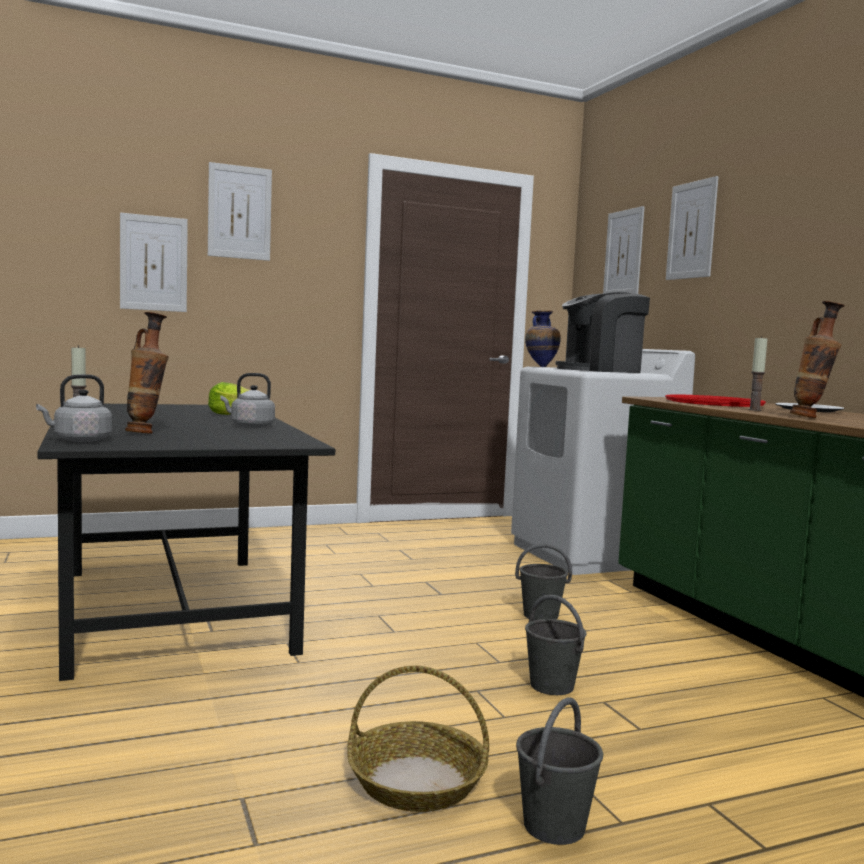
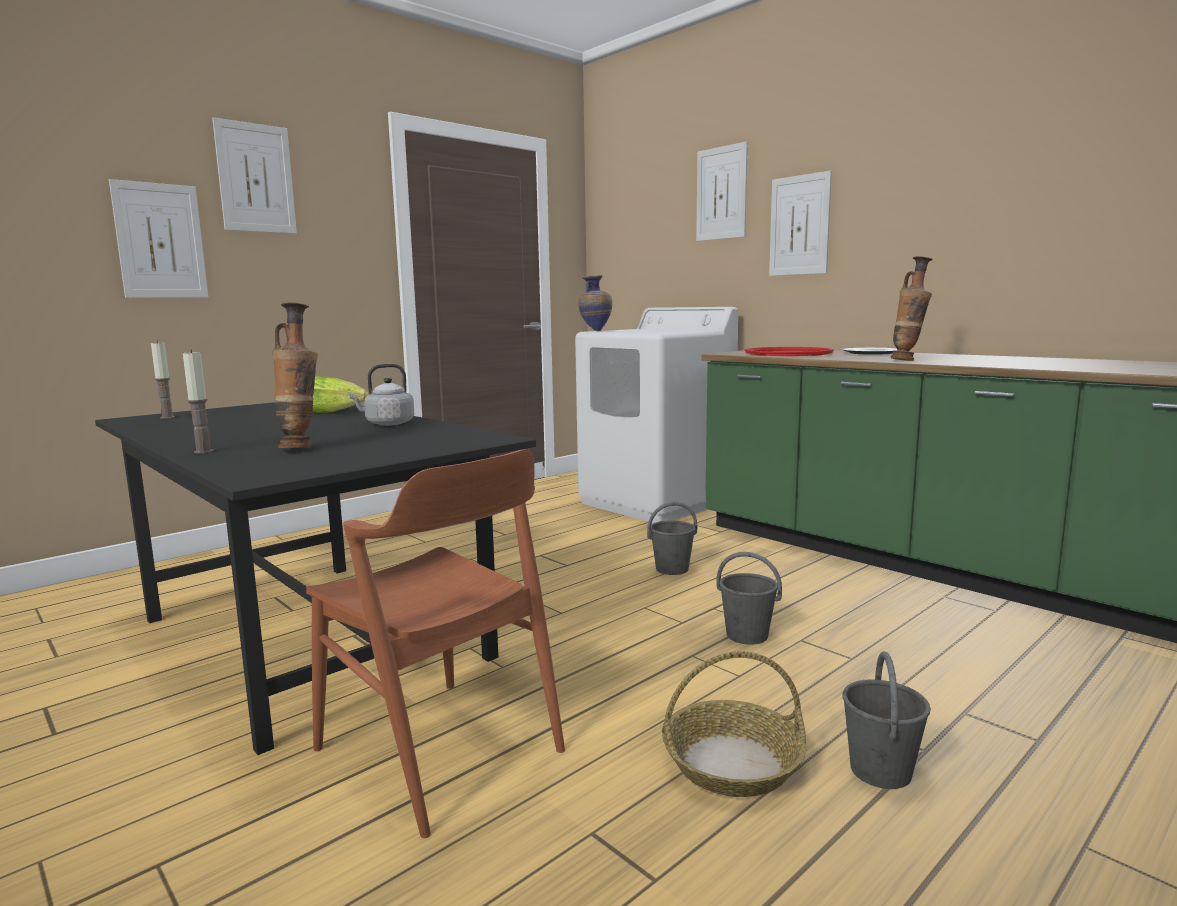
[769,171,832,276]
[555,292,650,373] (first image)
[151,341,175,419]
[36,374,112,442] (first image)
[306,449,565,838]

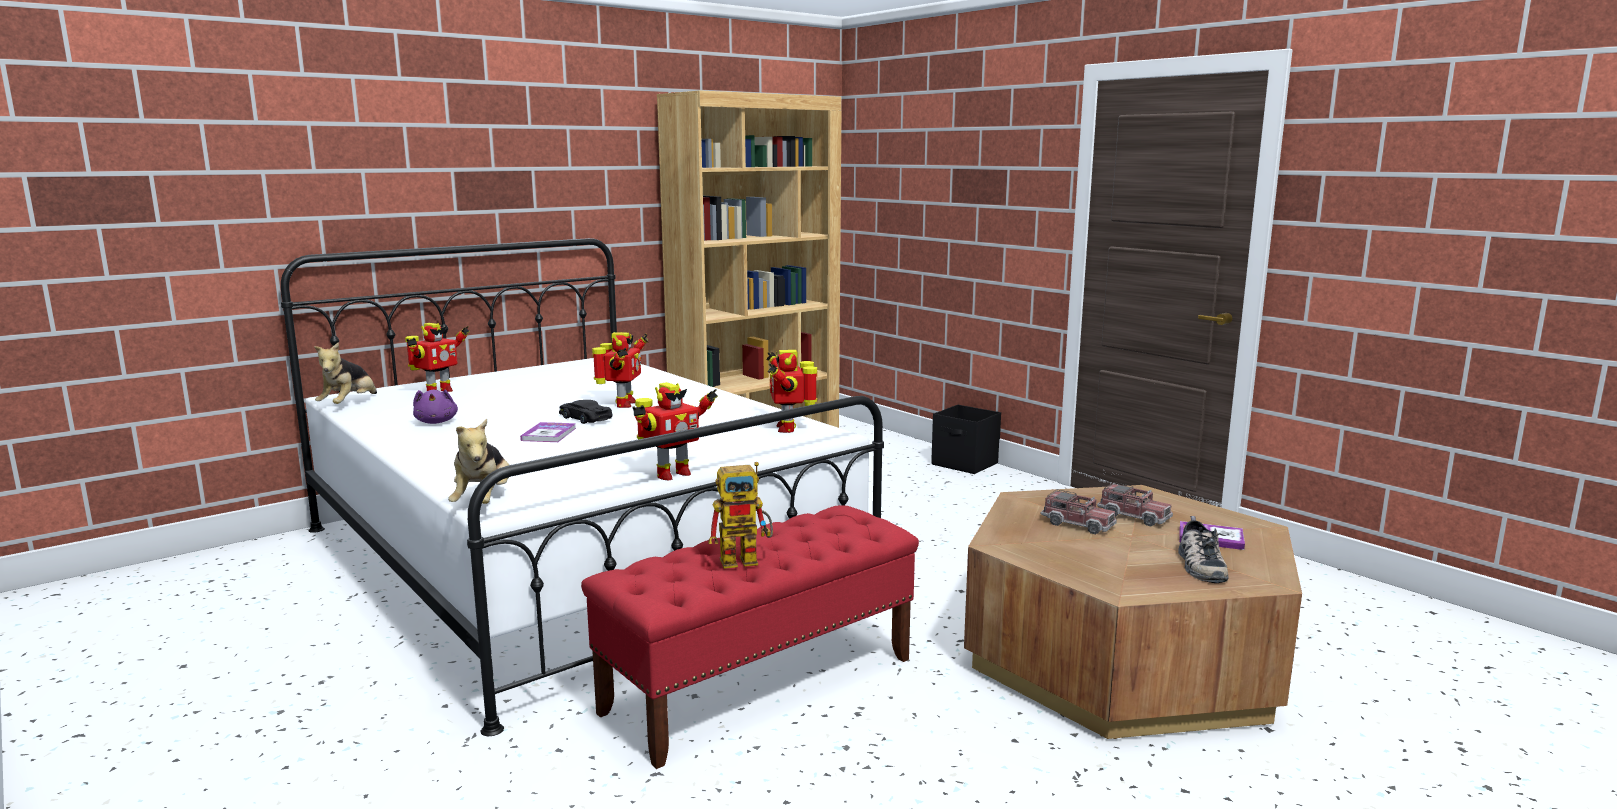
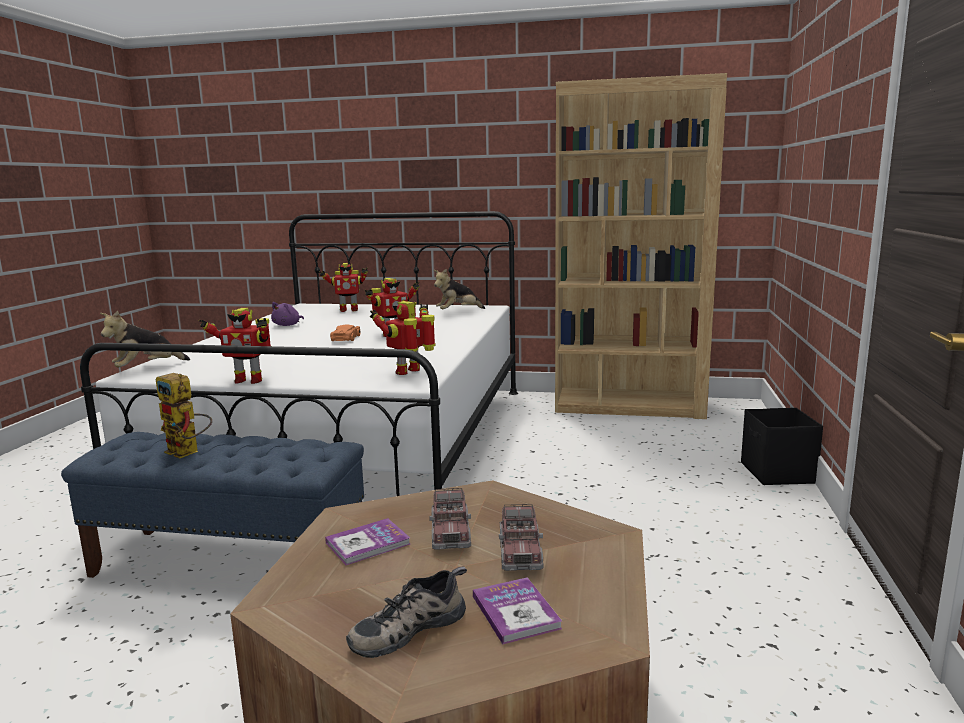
[434,269,485,309]
[330,324,361,341]
[325,518,410,565]
[61,432,364,578]

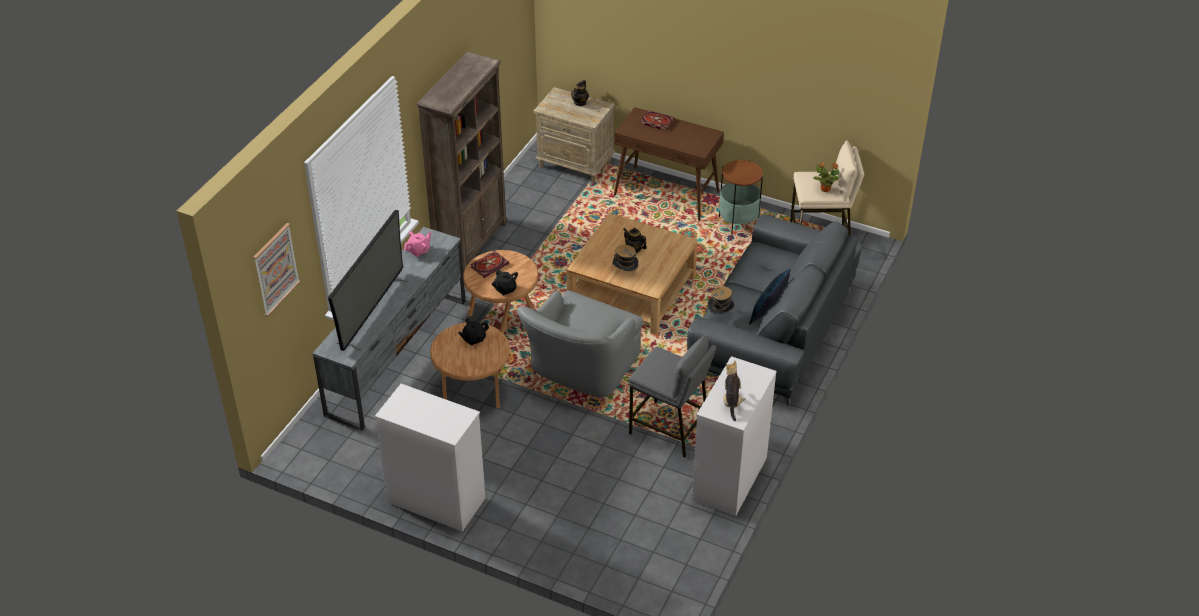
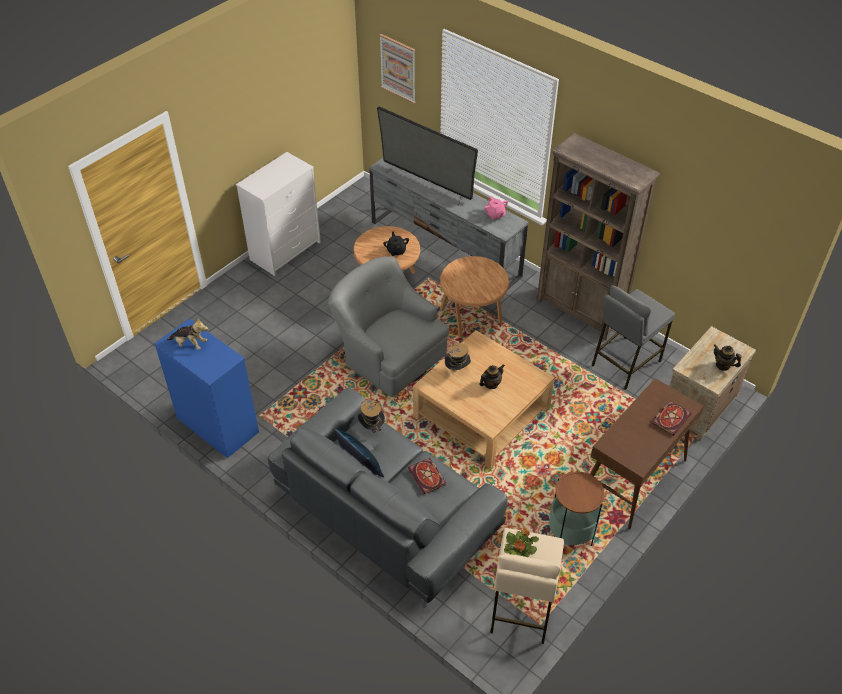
[408,458,446,494]
[492,269,518,296] (first image)
[591,285,675,390]
[154,319,259,458]

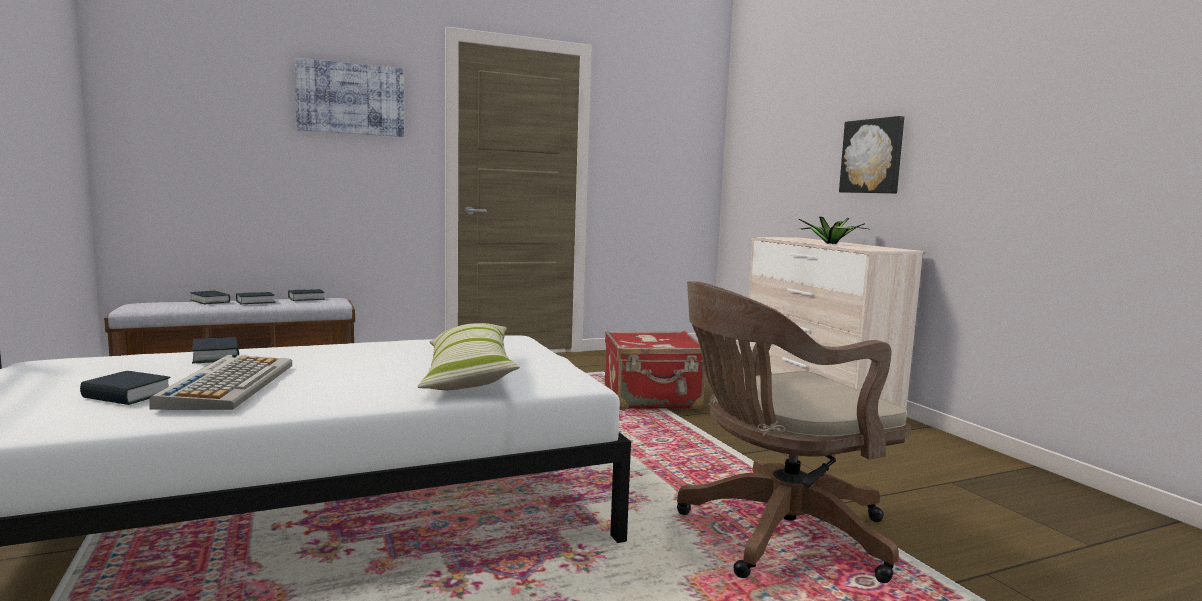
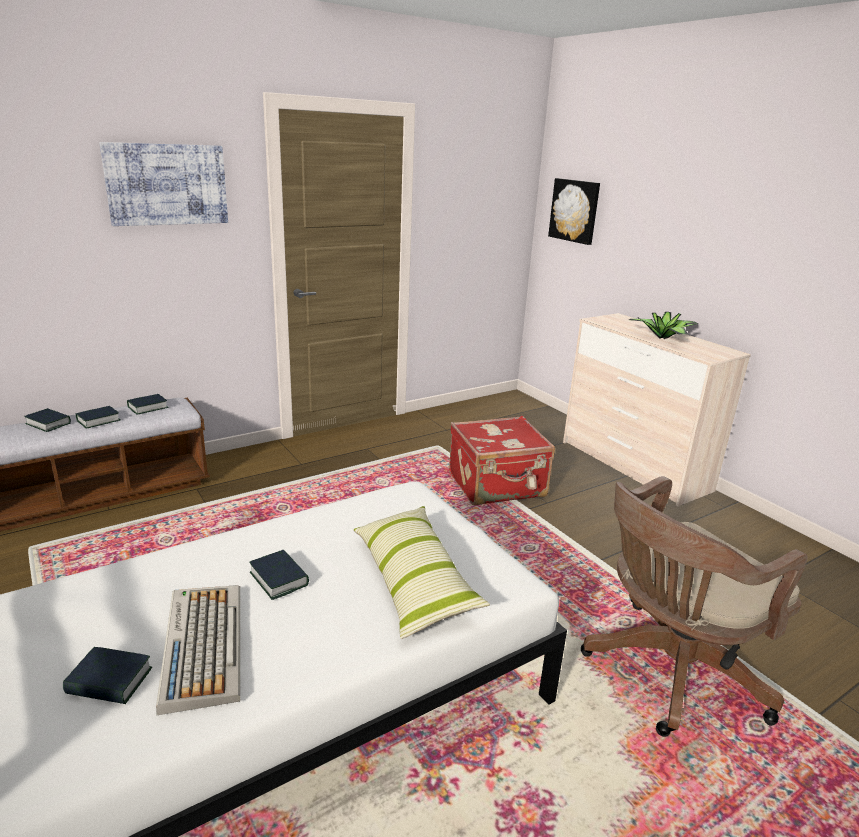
[548,178,600,245]
[249,550,309,600]

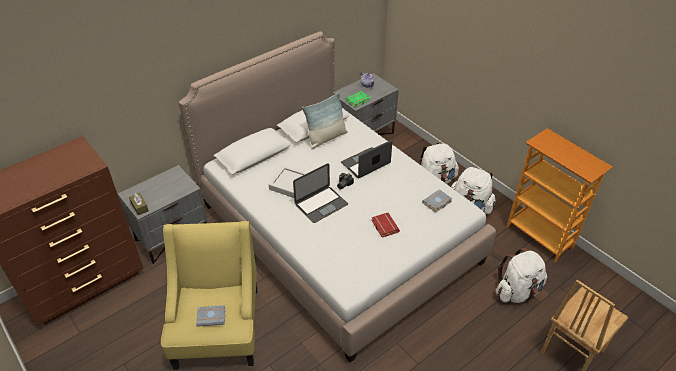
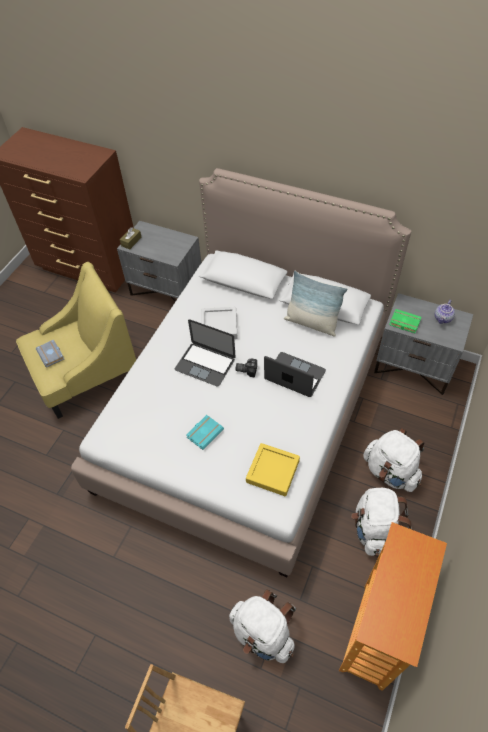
[246,443,300,496]
[186,415,224,450]

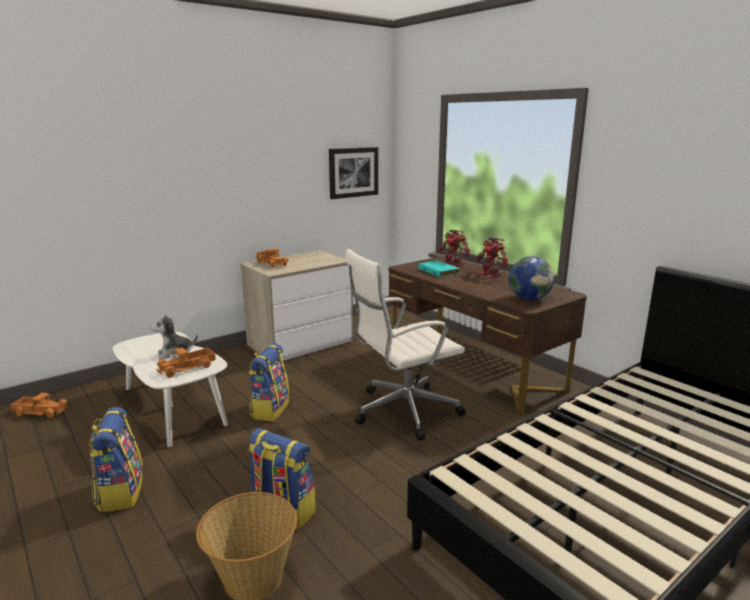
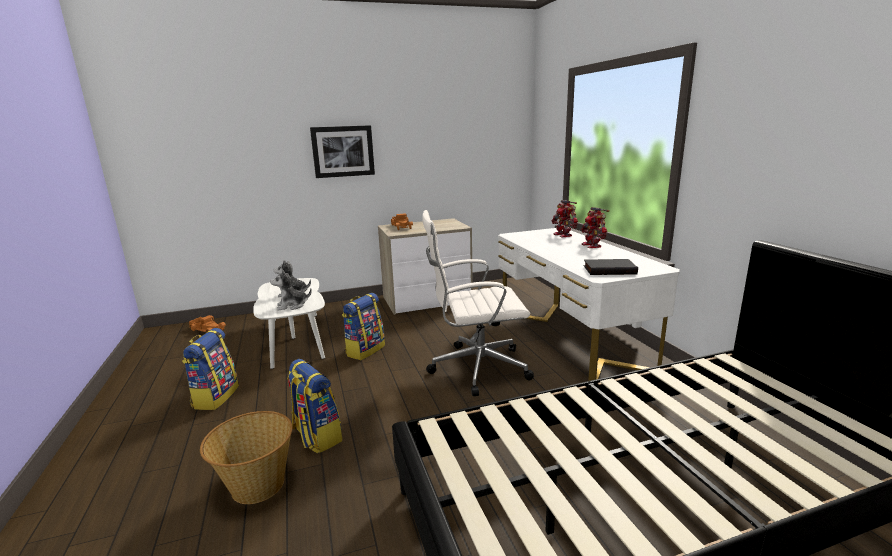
[310,125,375,178]
[584,259,638,275]
[498,228,680,381]
[418,261,460,277] (first image)
[270,270,312,311]

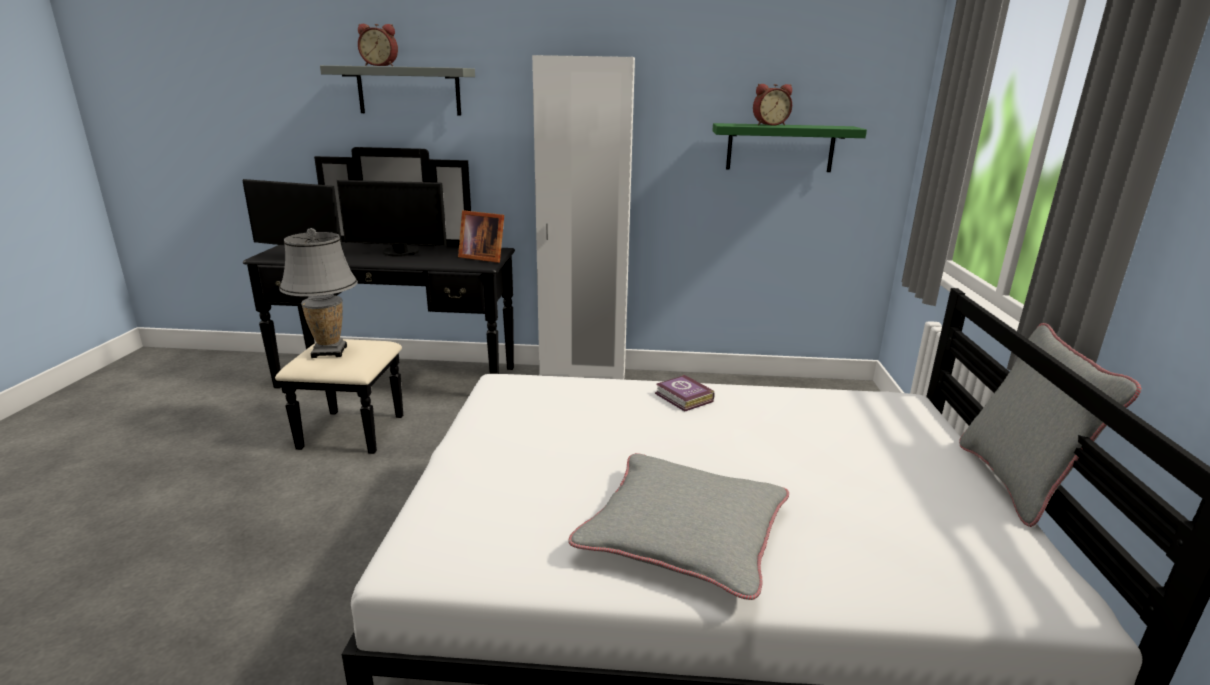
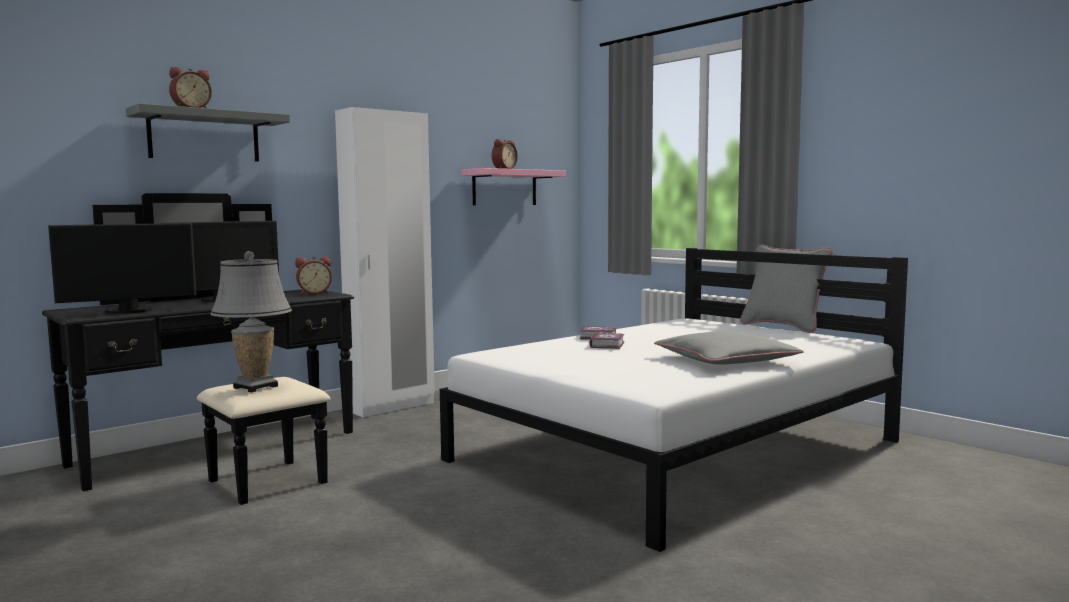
[462,168,566,205]
[295,257,332,294]
[590,332,624,349]

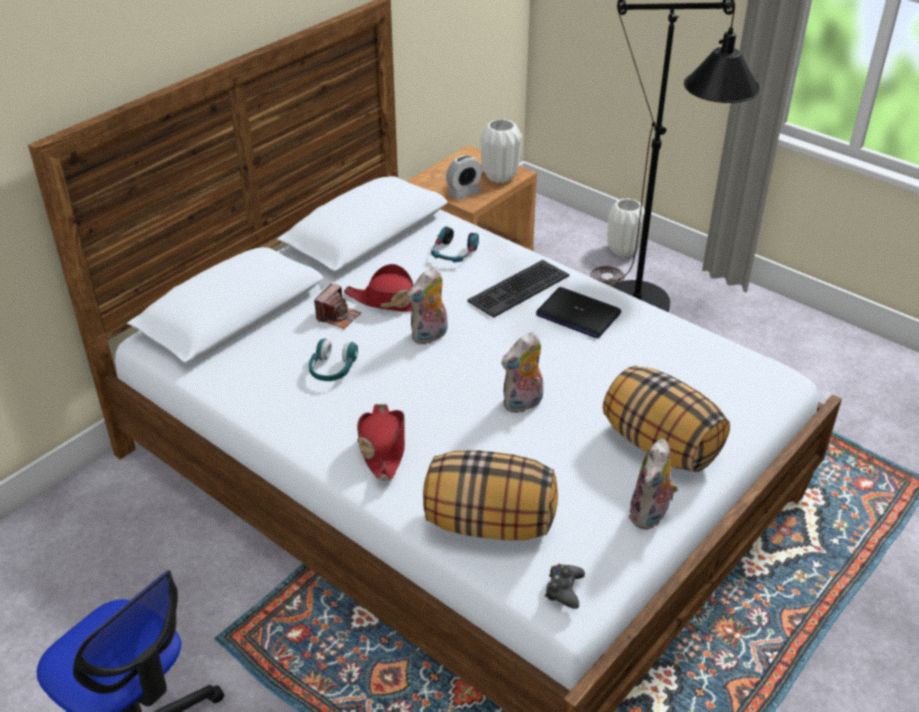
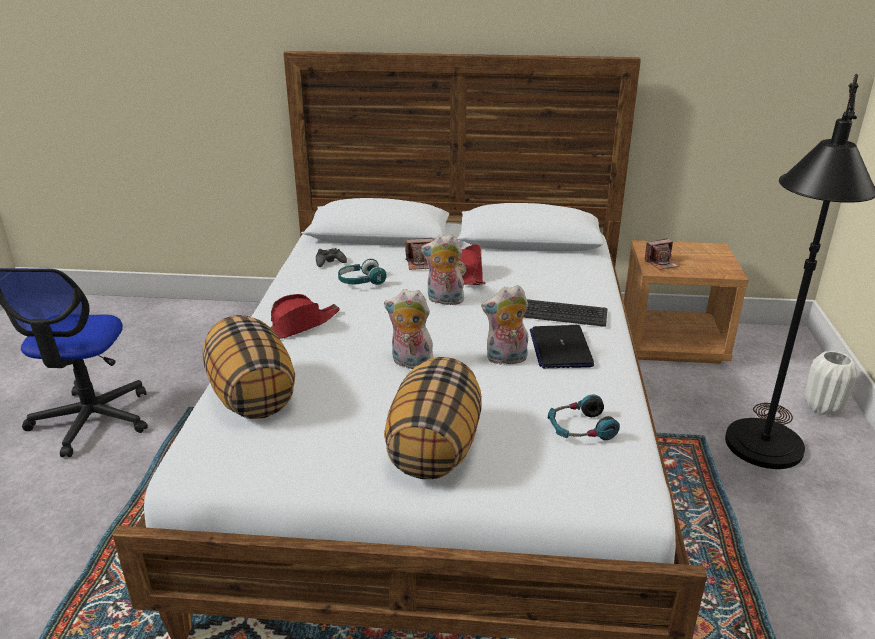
[480,119,522,183] (first image)
[645,238,680,270]
[548,395,620,440]
[481,285,528,365]
[316,248,347,267]

